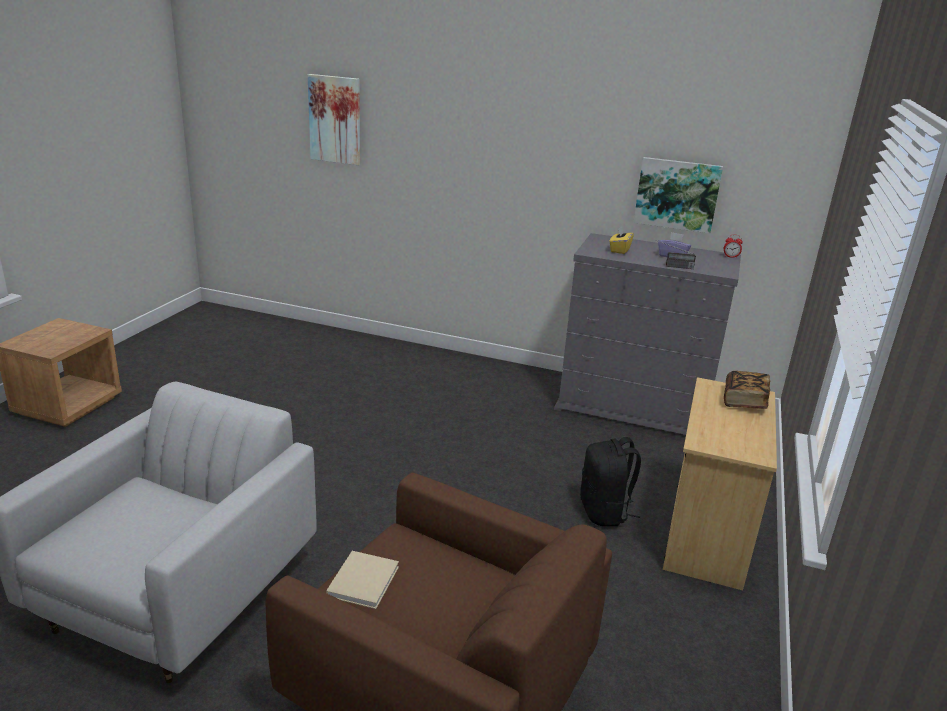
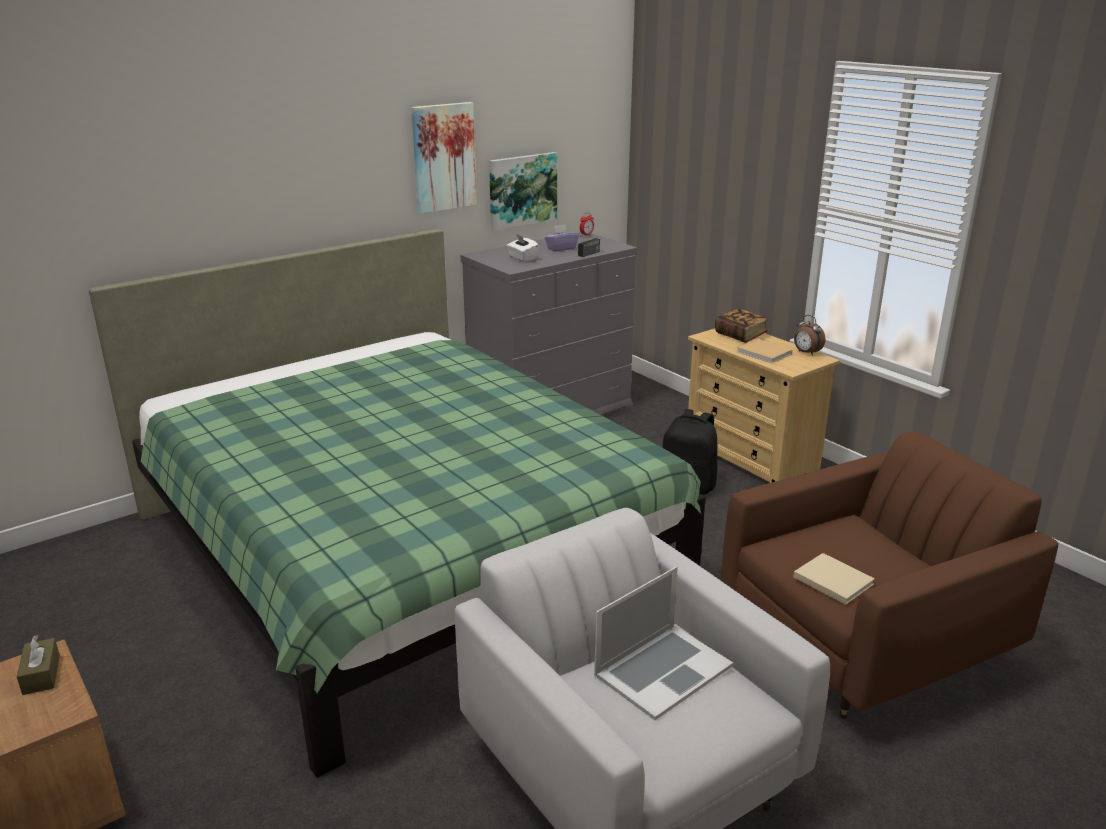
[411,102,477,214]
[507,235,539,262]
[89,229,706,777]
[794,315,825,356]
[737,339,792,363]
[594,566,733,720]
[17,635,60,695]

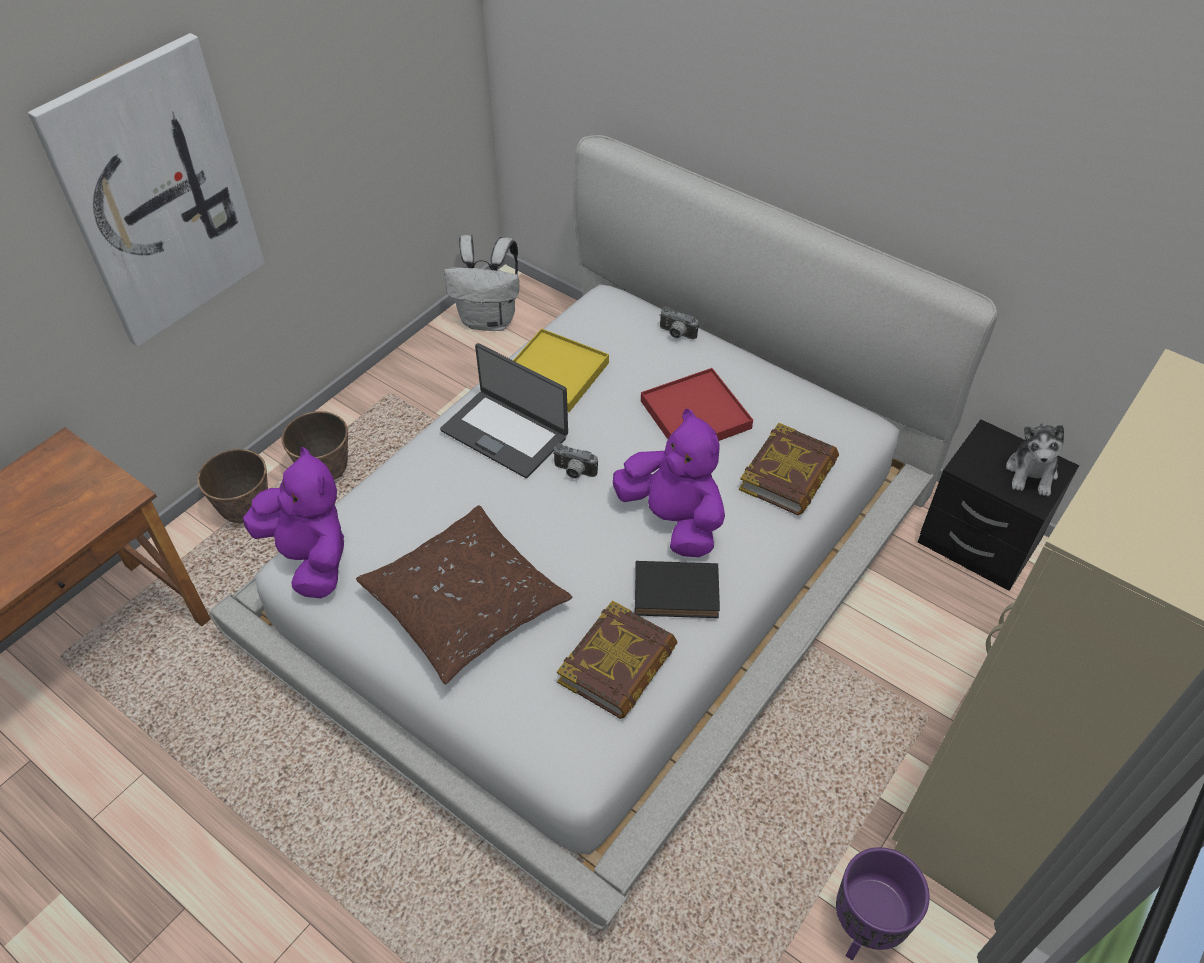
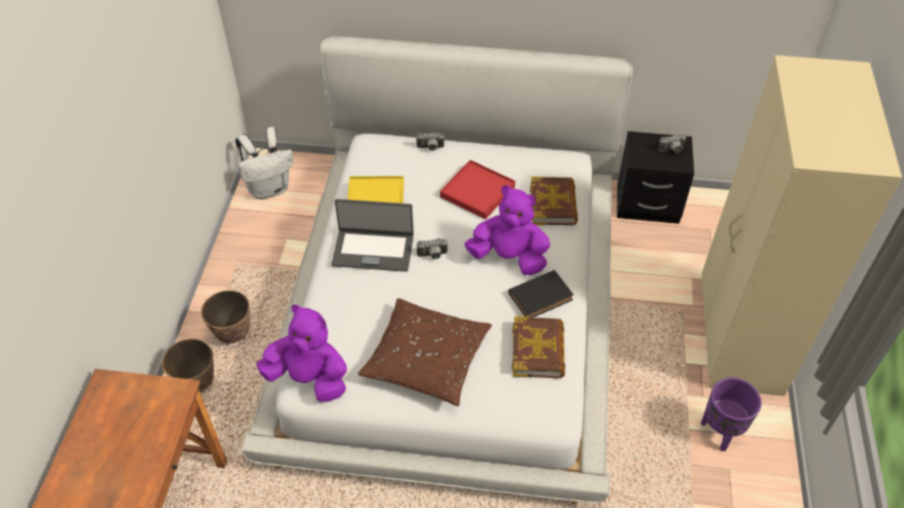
[28,33,265,346] (first image)
[658,134,686,153]

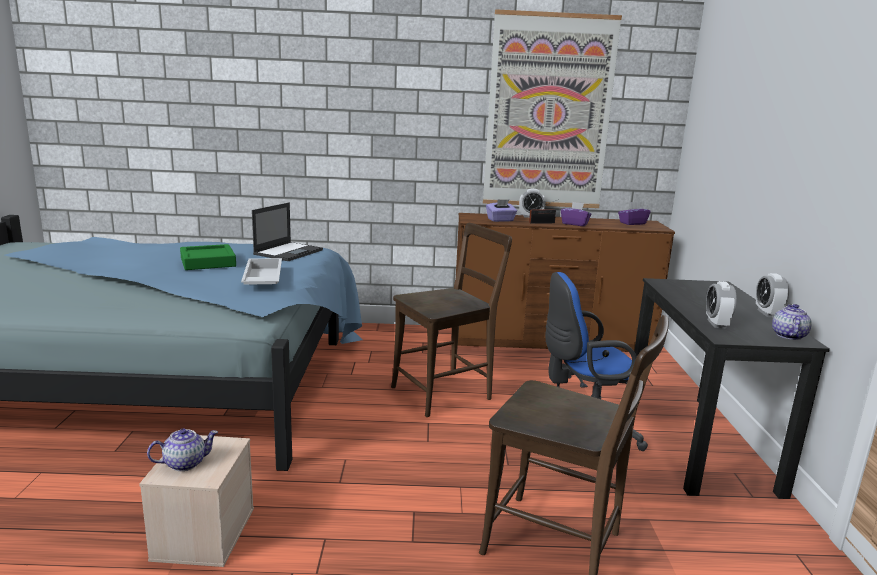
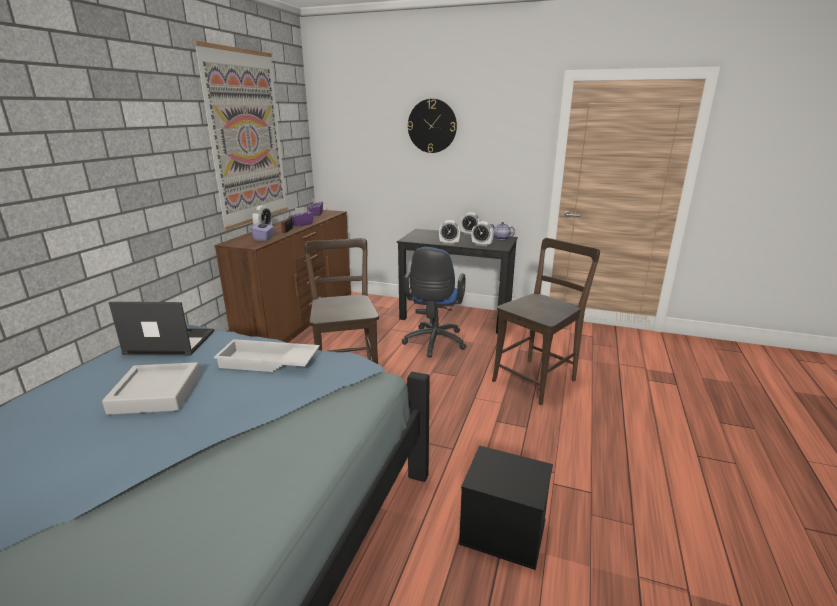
[109,302,214,356]
[102,362,200,415]
[147,429,218,471] (first image)
[459,445,553,570]
[408,99,457,153]
[439,220,460,245]

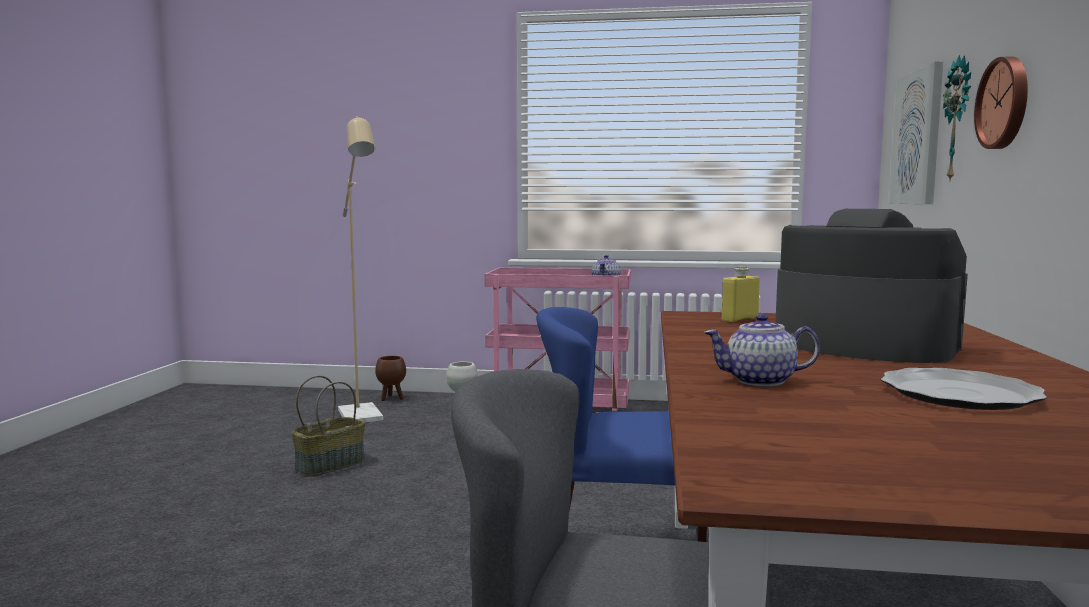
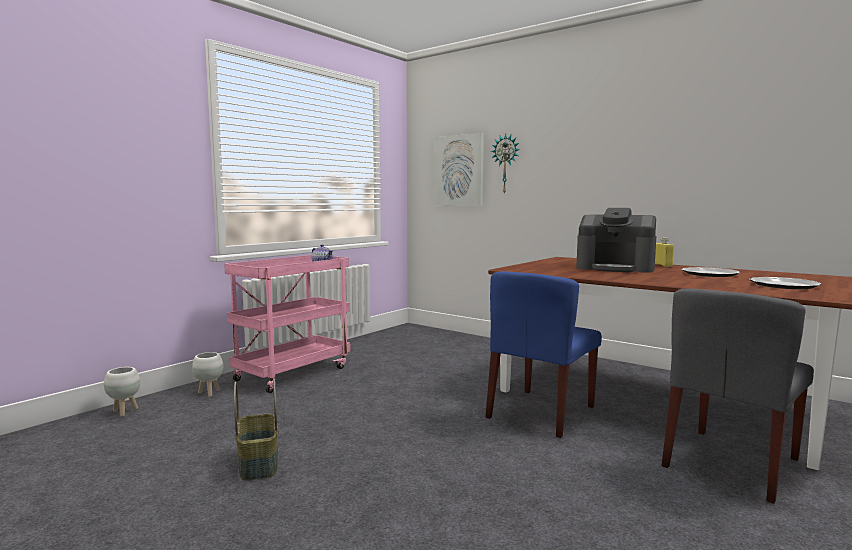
[974,56,1028,149] (first image)
[338,116,383,422] (first image)
[576,208,656,273]
[655,238,674,267]
[704,314,820,386] (first image)
[104,367,140,417]
[749,277,822,289]

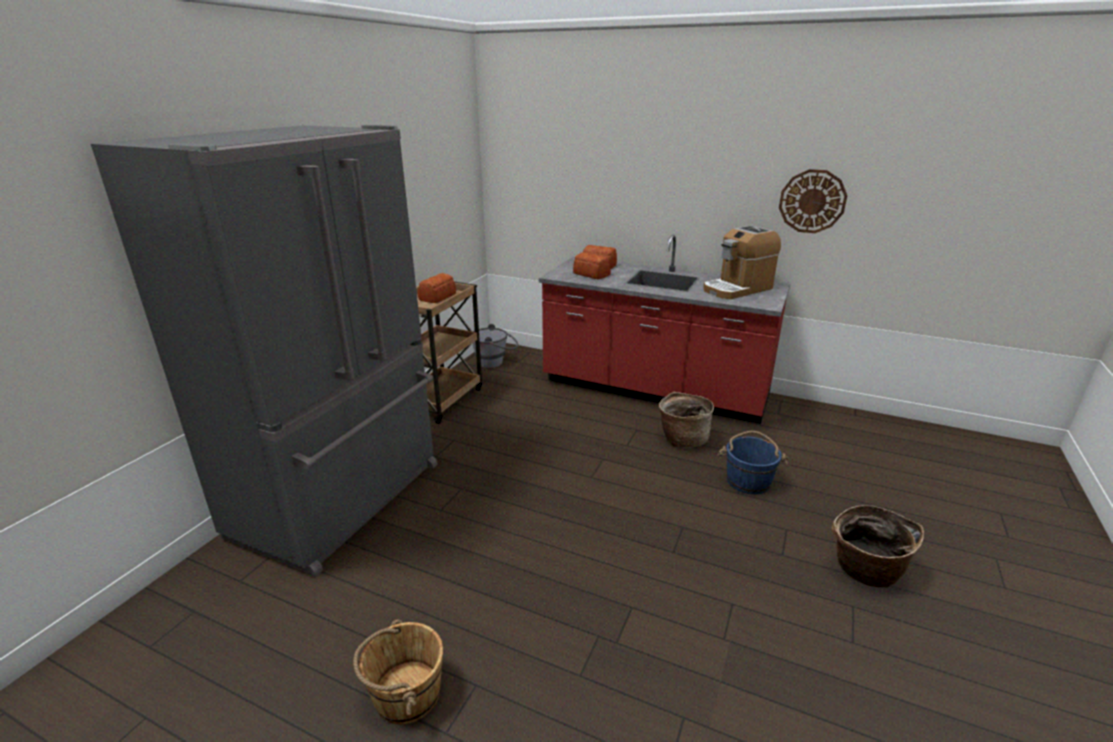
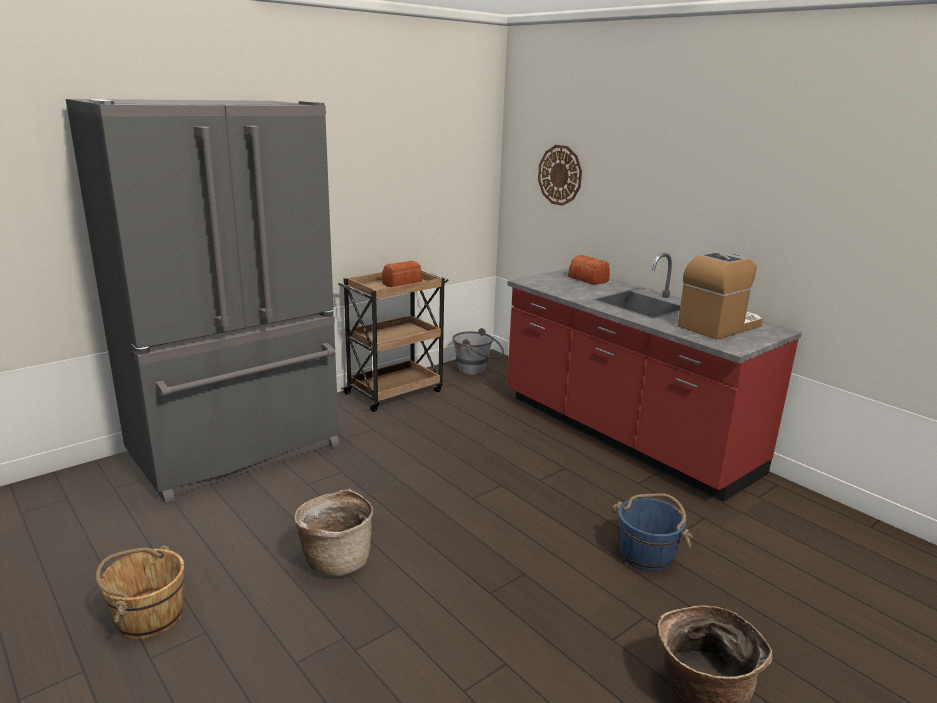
[538,145,582,206]
[677,252,762,340]
[573,252,611,279] (first image)
[294,489,373,576]

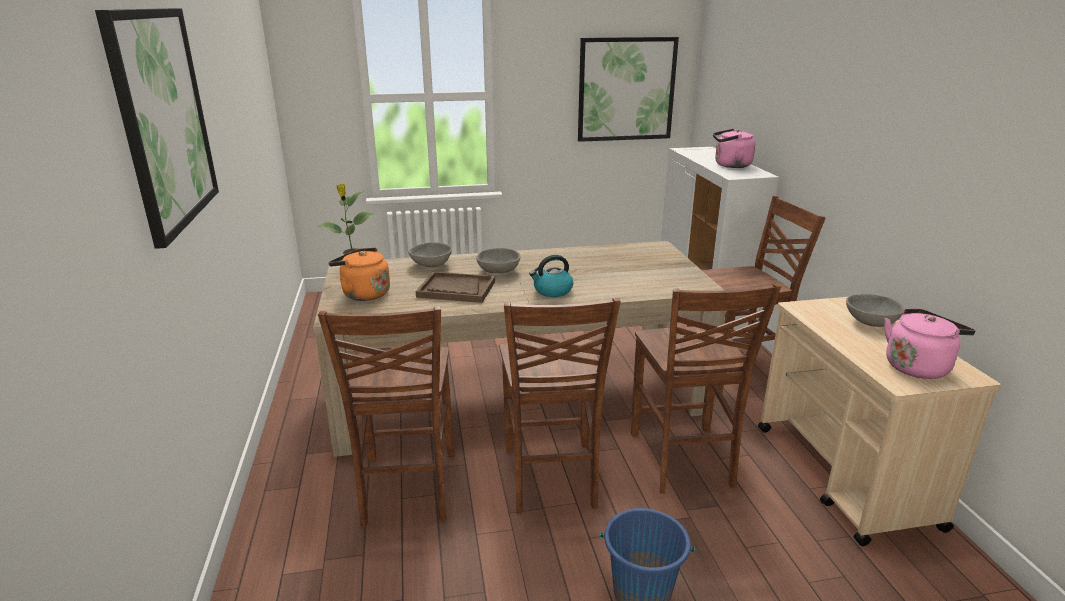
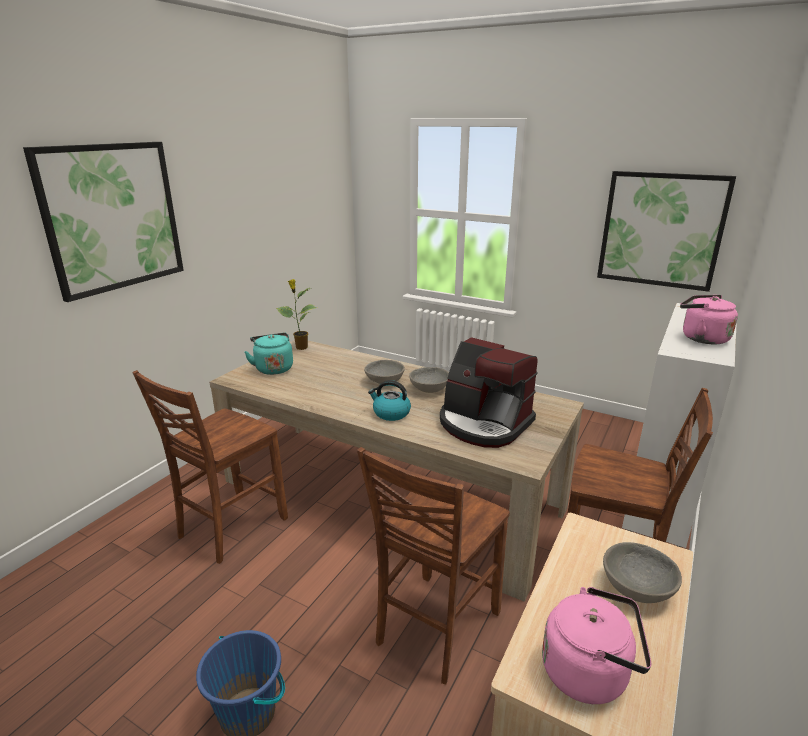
[409,367,449,393]
[244,333,293,375]
[416,272,495,303] (first image)
[499,298,621,515] (first image)
[440,337,538,448]

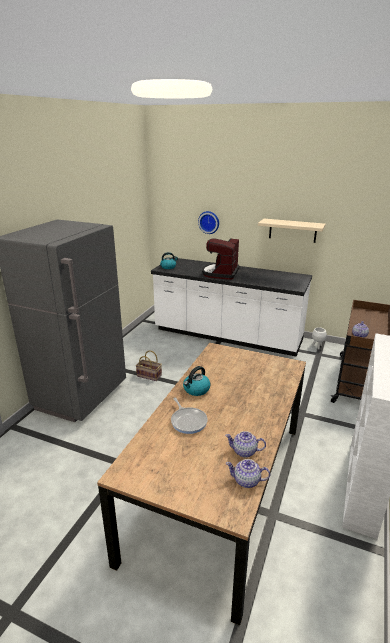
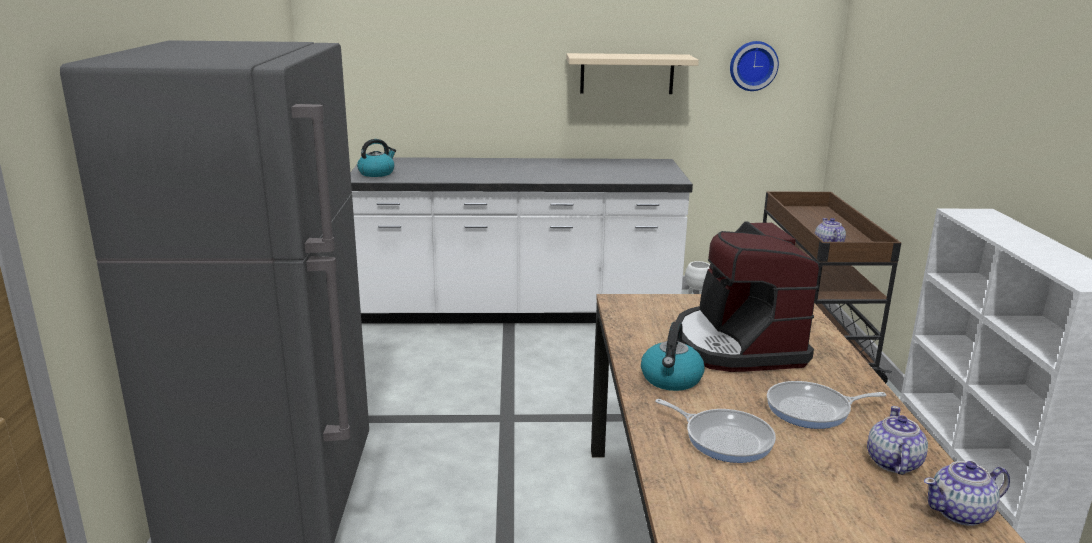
[730,41,779,91]
[675,221,820,372]
[136,350,162,381] (first image)
[867,406,928,475]
[767,381,887,429]

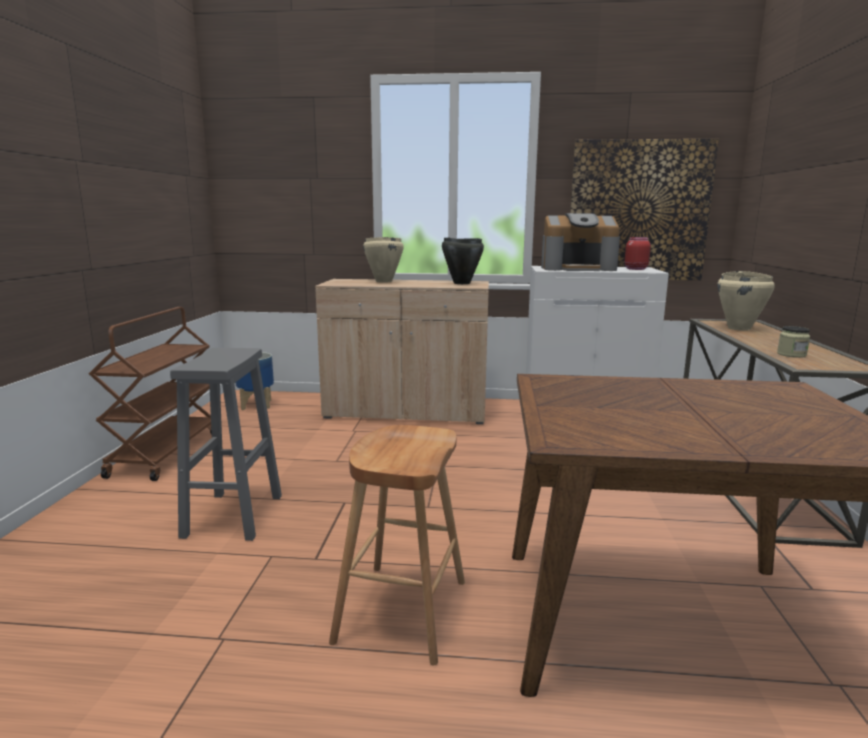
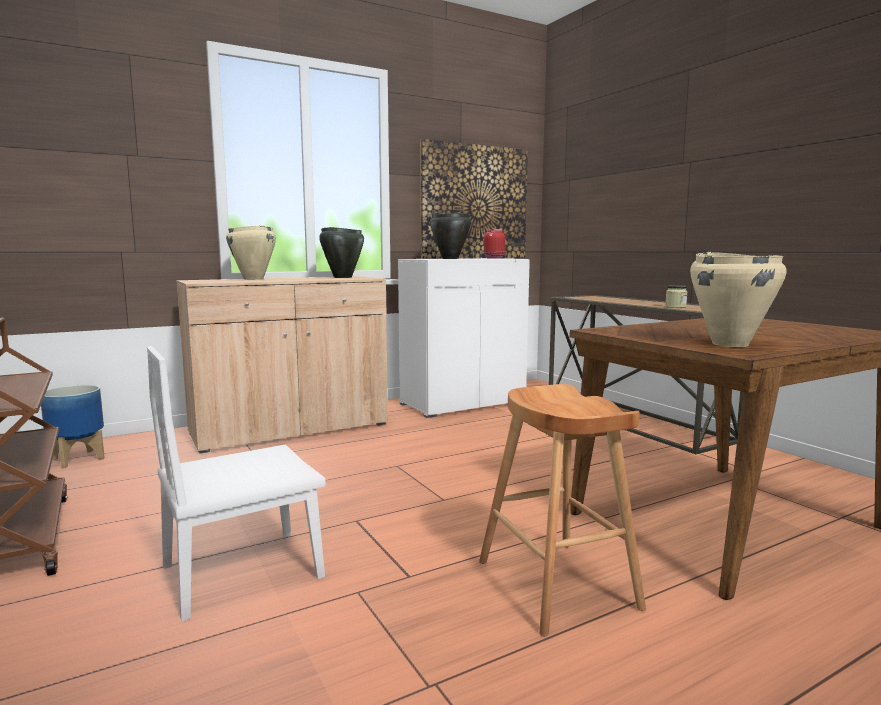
[430,213,471,259]
[690,252,786,347]
[147,346,326,622]

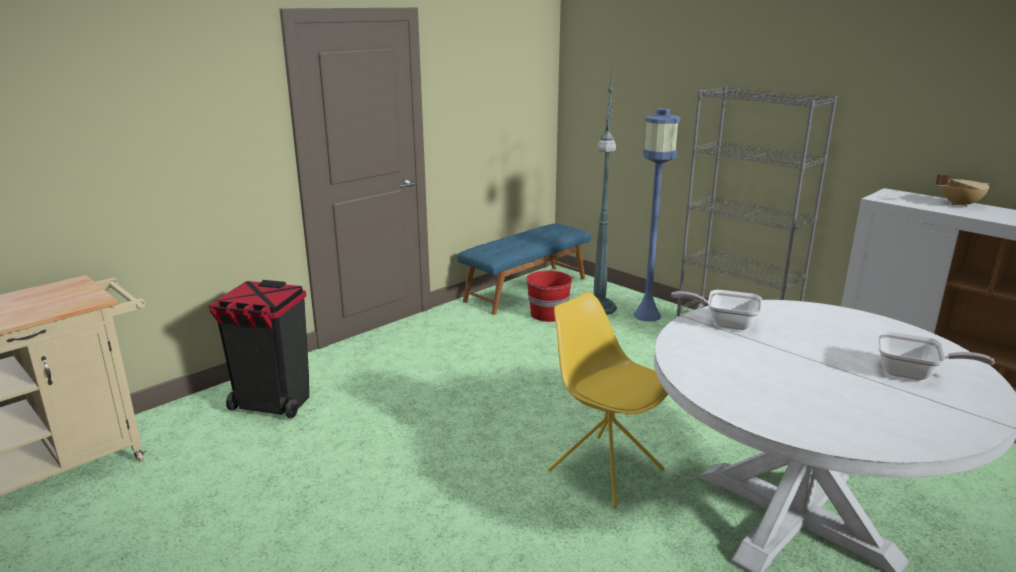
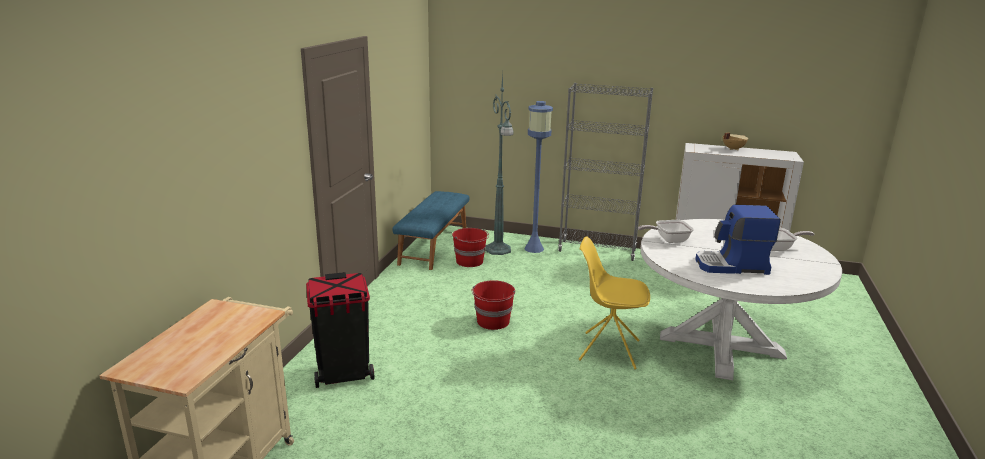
[695,205,781,275]
[472,280,515,330]

